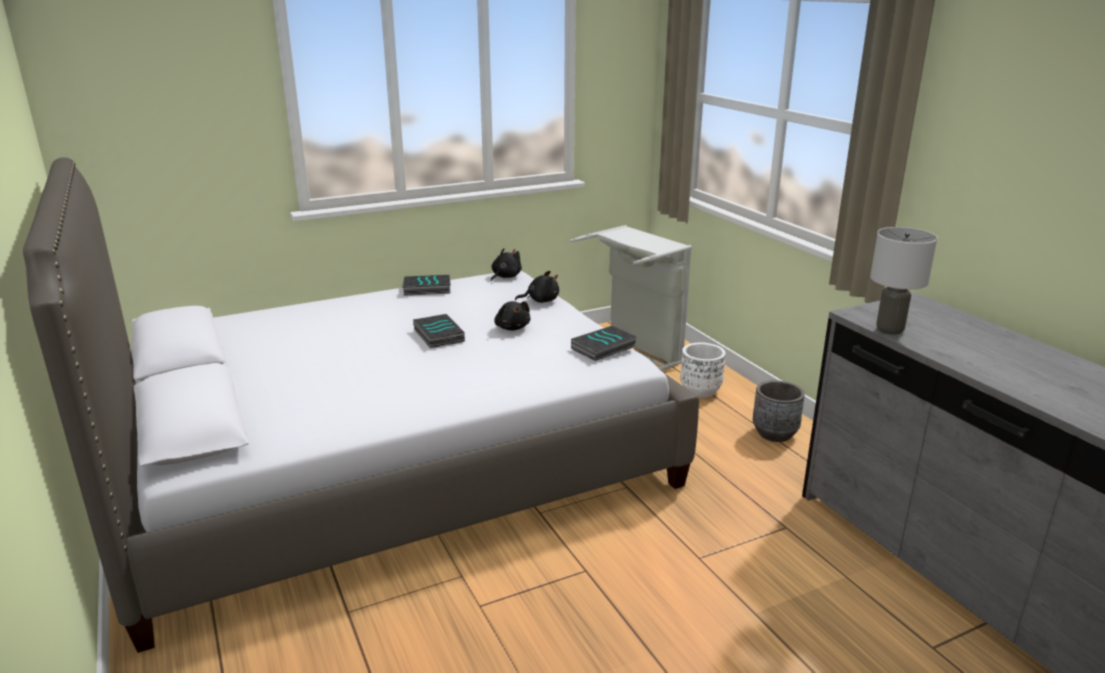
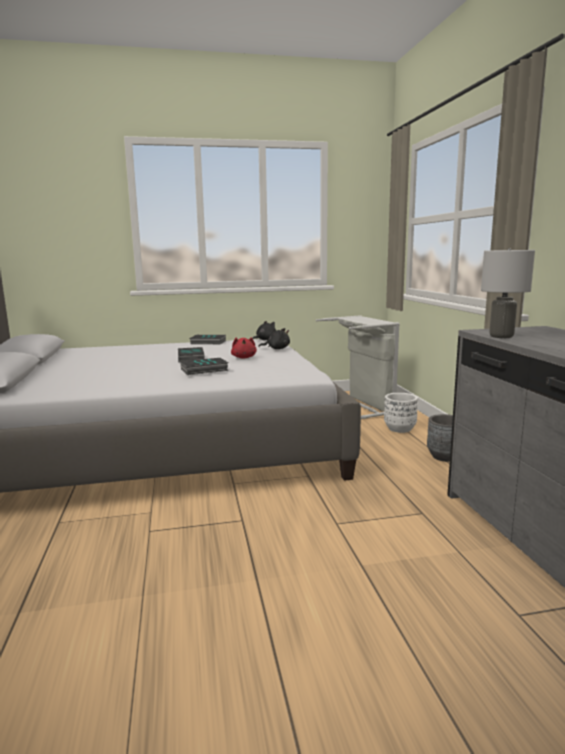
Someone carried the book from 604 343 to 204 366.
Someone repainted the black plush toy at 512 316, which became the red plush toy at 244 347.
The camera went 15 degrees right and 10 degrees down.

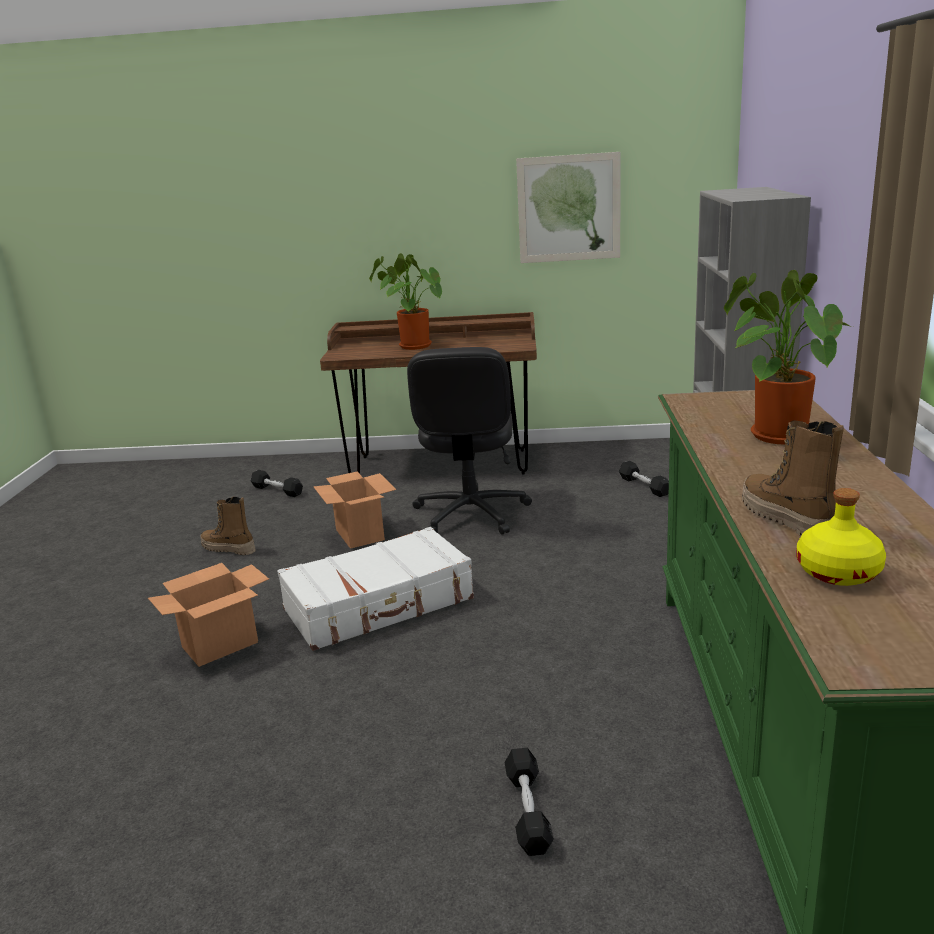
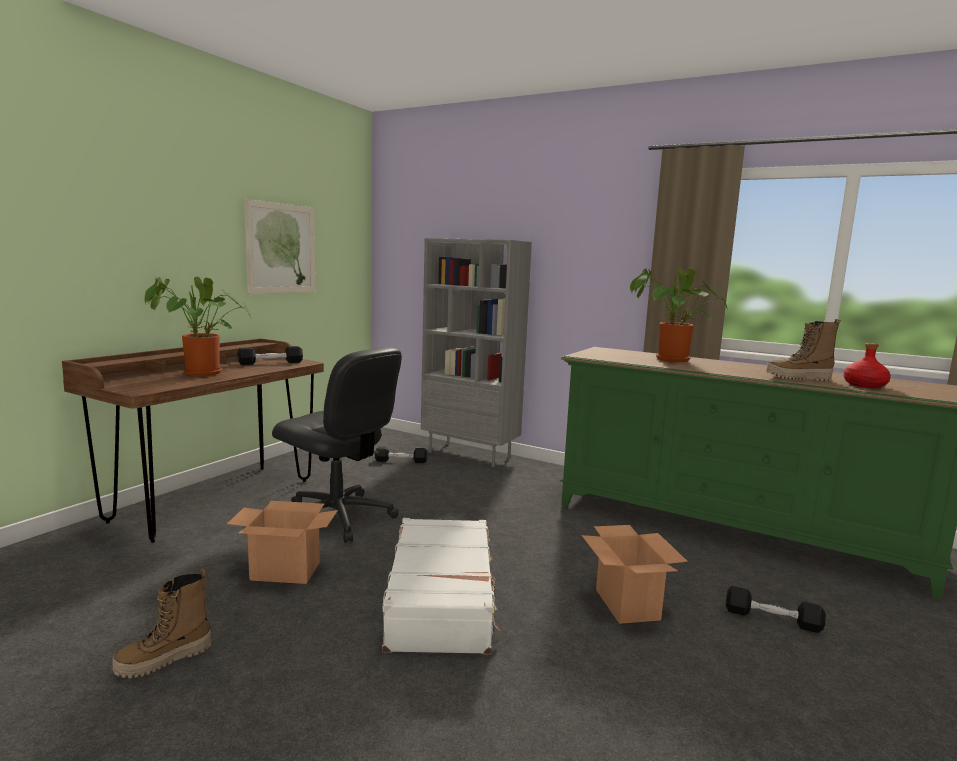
Someone carried the cardboard box from 208 615 to 635 574.
Someone carried the black dumbbell from 277 483 to 270 355.
Someone repainted the yellow bottle at 841 537, which became the red bottle at 867 365.
The camera went 65 degrees left and 10 degrees down.

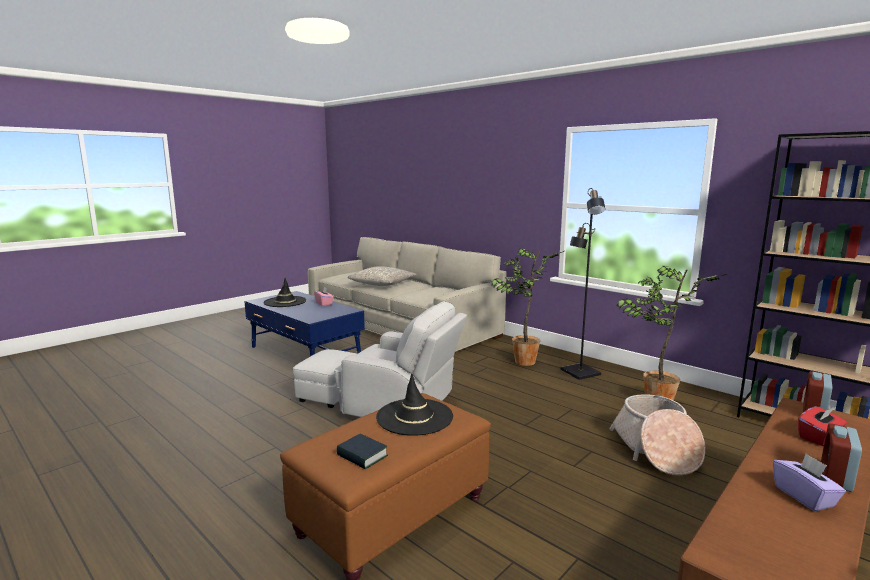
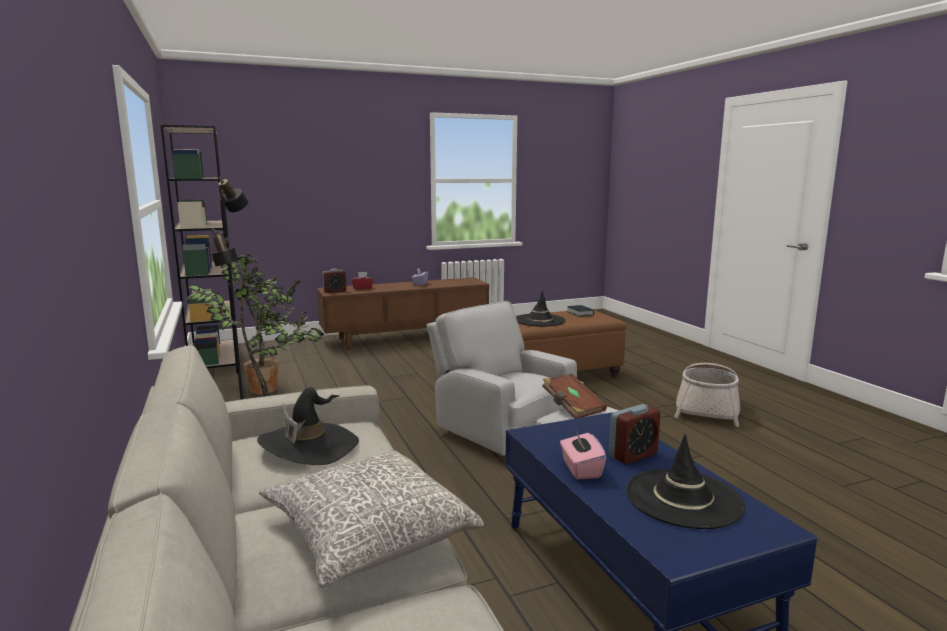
Someone put down the black hat at 308 426.
Someone put down the brown book at 574 396.
Someone carried the basket from 657 434 to 707 395.
Someone carried the alarm clock from 841 457 to 635 434.
The camera went 155 degrees left and 0 degrees up.

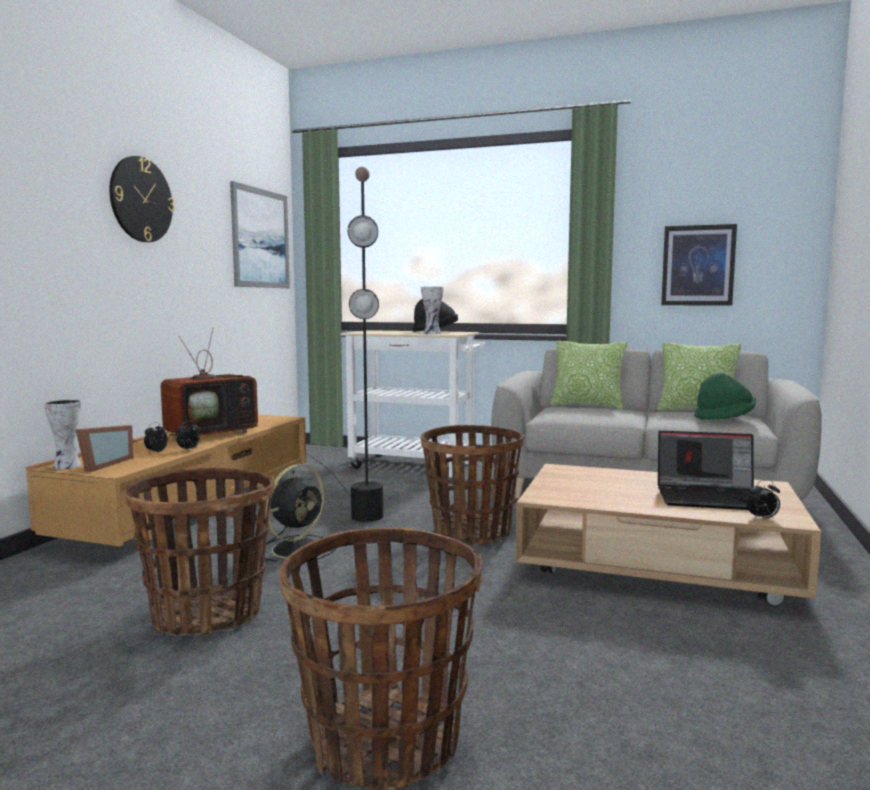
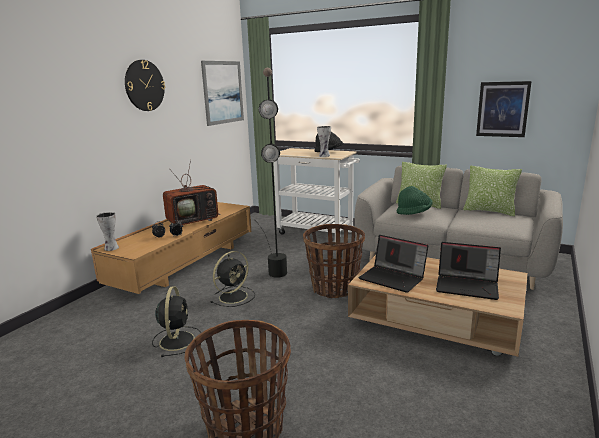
Someone took away the picture frame at 104 448.
Someone took away the alarm clock at 763 500.
Someone put down the laptop at 393 264.
Someone carried the green hat from 725 396 to 415 200.
Someone swapped the basket at 200 552 for the black fan at 176 321.
The camera went 10 degrees right and 10 degrees up.

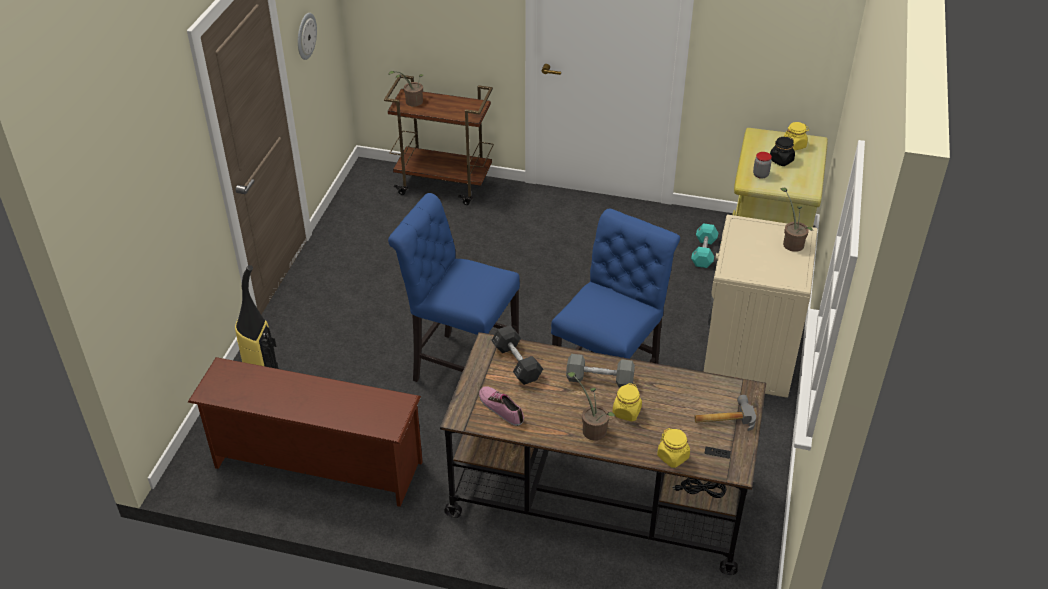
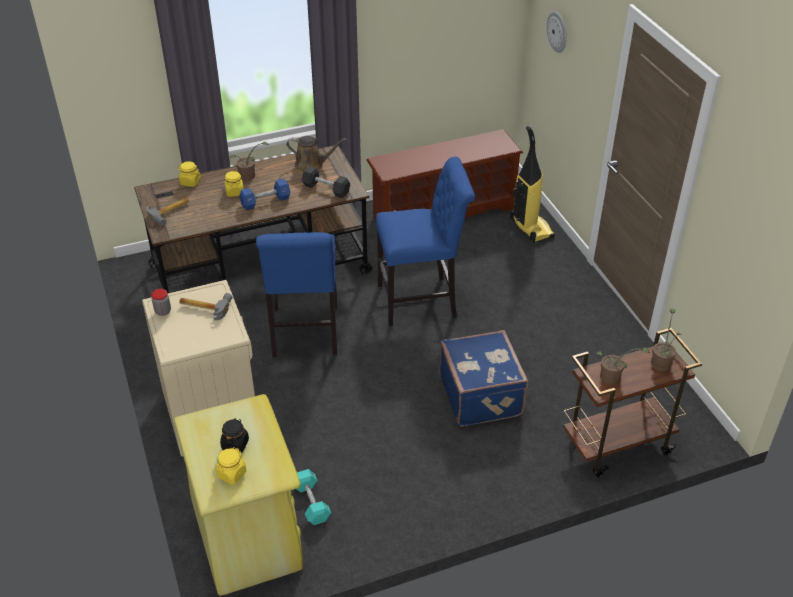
Someone put down the hammer at 206 306.
Someone put down the blue suitcase at 483 378.
Someone carried the wall clock from 307 36 to 557 32.
Someone carried the jar from 762 165 to 161 302.
Someone carried the potted plant from 796 220 to 623 366.
Someone swapped the shoe at 501 406 for the brown watering can at 316 154.
Someone repainted the grey dumbbell at 600 370, which became the blue dumbbell at 264 194.
The camera went 145 degrees right and 0 degrees up.

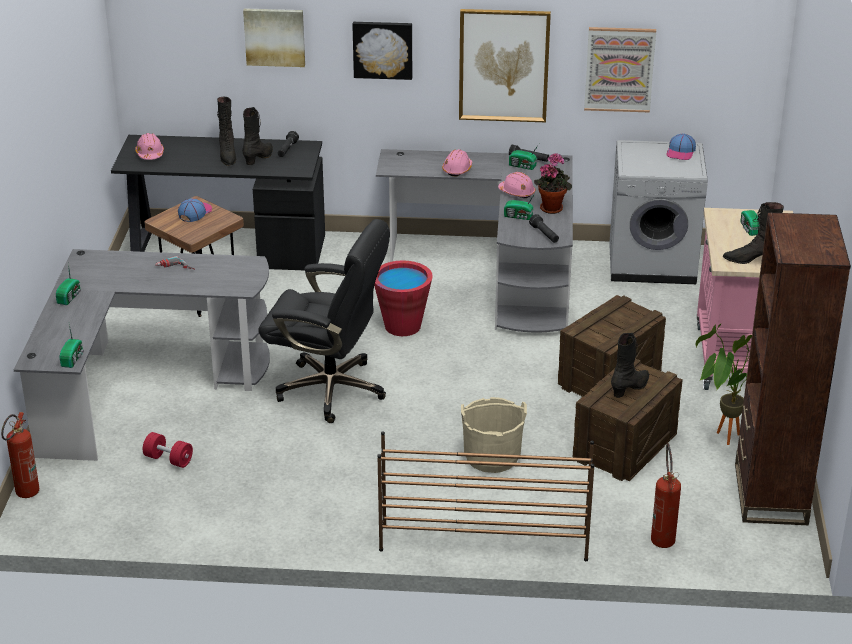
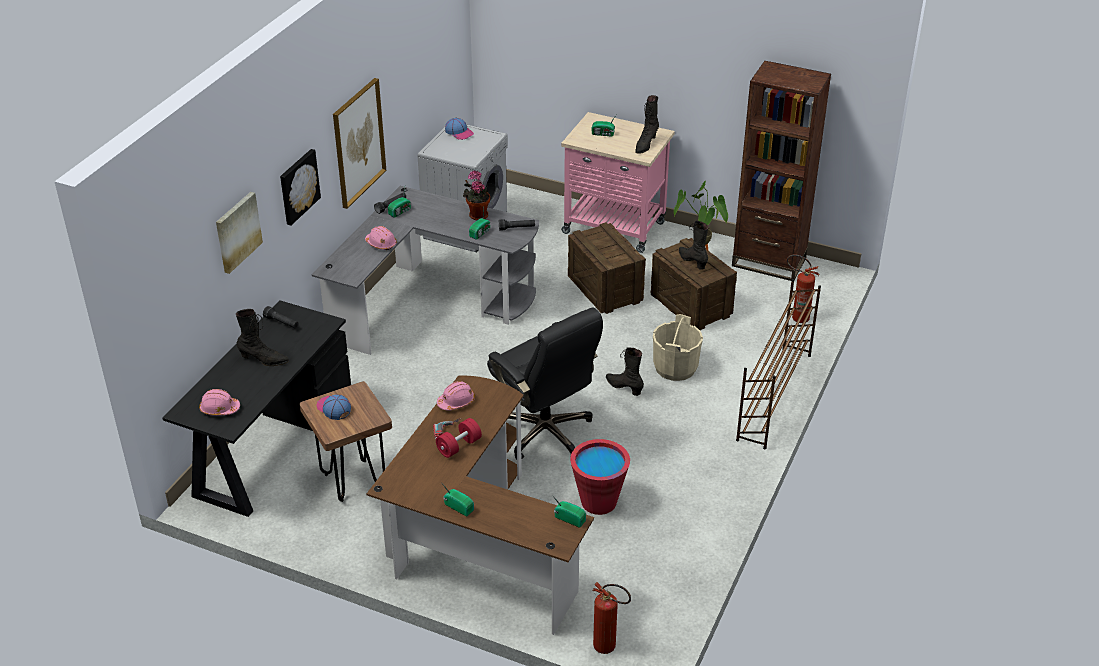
Someone took away the picture at 620 69.
Someone carried the red dumbbell from 168 450 to 459 438.
Someone carried the black boot from 257 136 to 625 371.
Someone carried the red bucket from 403 298 to 600 477.
Someone carried the pink hard hat from 516 185 to 456 396.
Someone repainted the grey desk at 142 355, which became the brown desk at 480 505.
Someone rotated the black office chair at 324 321 by 105 degrees clockwise.
The camera went 70 degrees left and 5 degrees up.

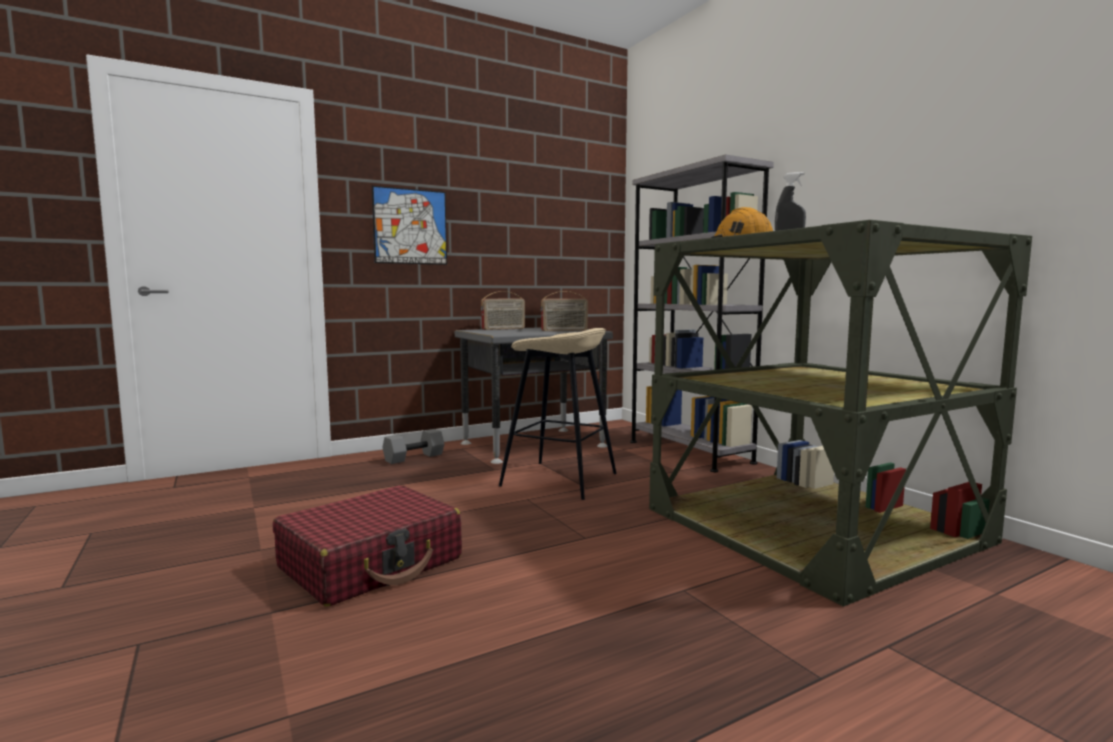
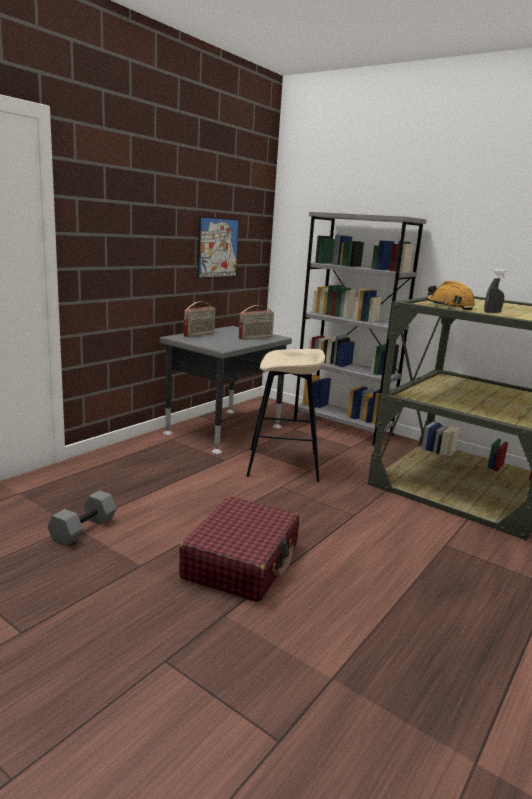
Someone carried the picture from 409 225 to 218 247.
Someone carried the grey dumbbell from 413 446 to 82 518.
The camera went 25 degrees left and 10 degrees up.

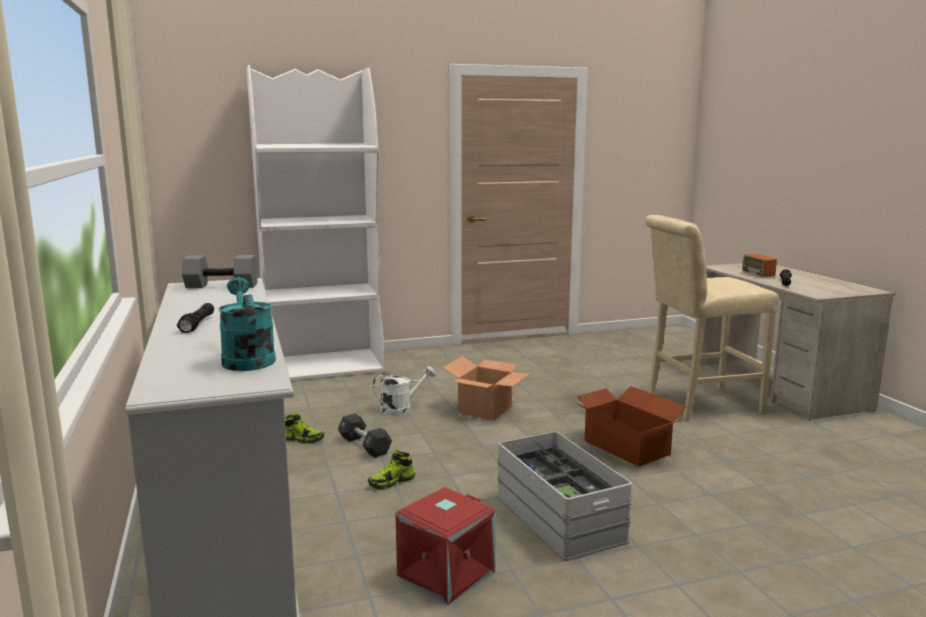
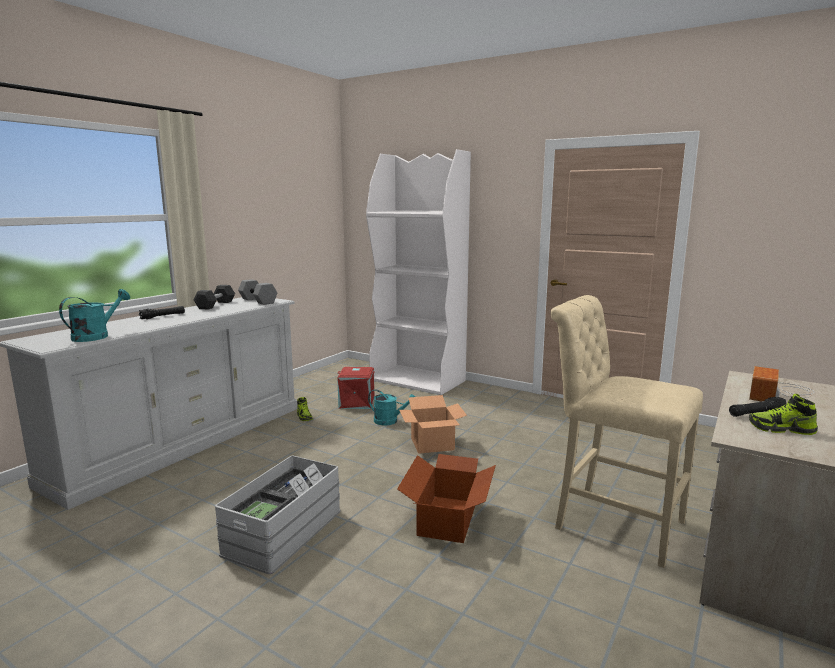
Someone carried the black dumbbell from 365 435 to 214 297.
Someone carried the shoe from 391 470 to 783 414.
Someone carried the red storage box from 445 546 to 356 388.
Someone repainted the white watering can at 404 390, which became the turquoise watering can at 391 407.
The camera went 50 degrees right and 0 degrees up.

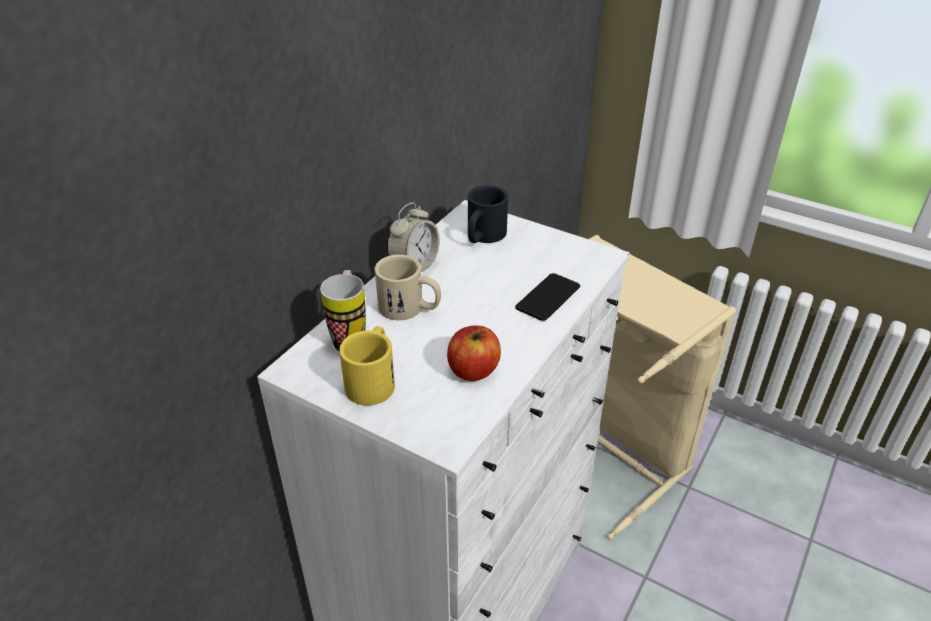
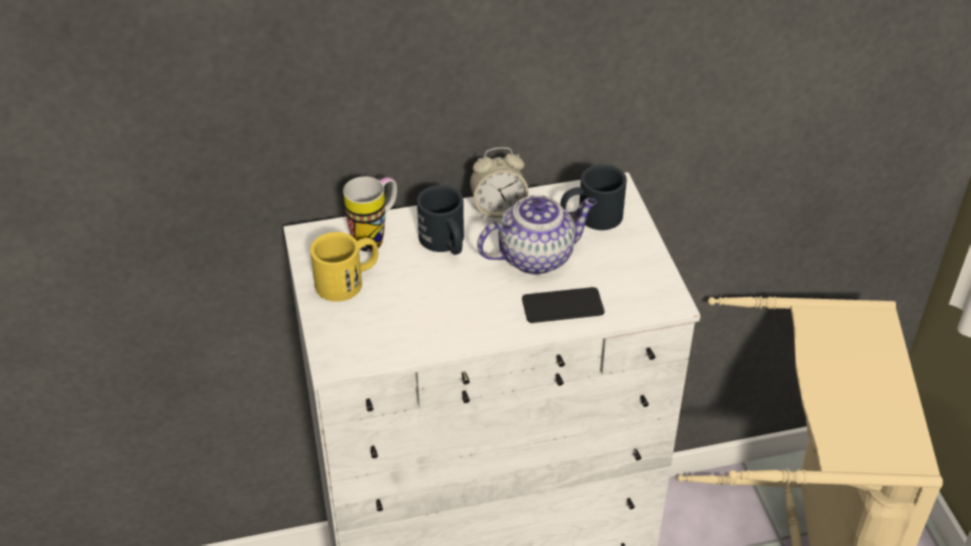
Someone took away the apple at 474 353.
Someone put down the teapot at 537 235.
Someone repainted the beige mug at 407 287, which became the black mug at 440 220.
The camera went 45 degrees right and 5 degrees up.

